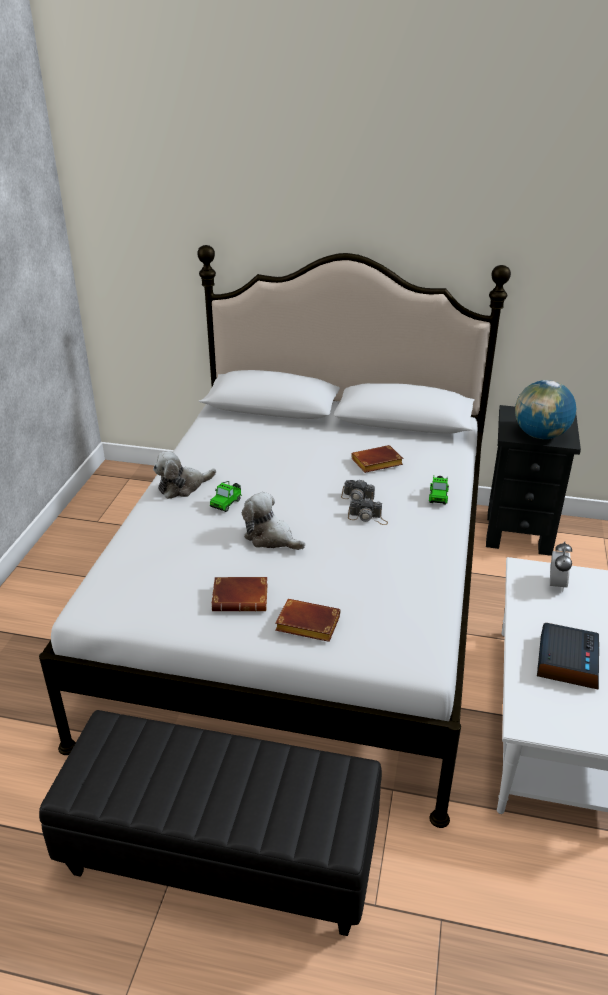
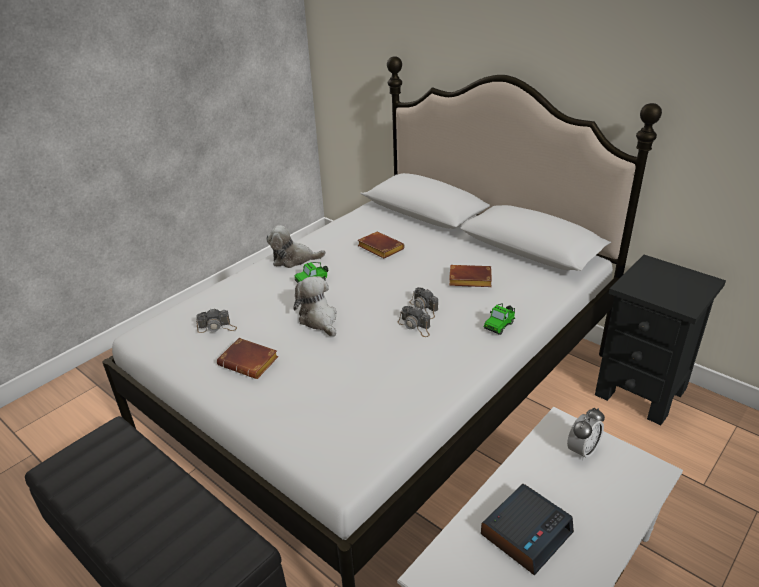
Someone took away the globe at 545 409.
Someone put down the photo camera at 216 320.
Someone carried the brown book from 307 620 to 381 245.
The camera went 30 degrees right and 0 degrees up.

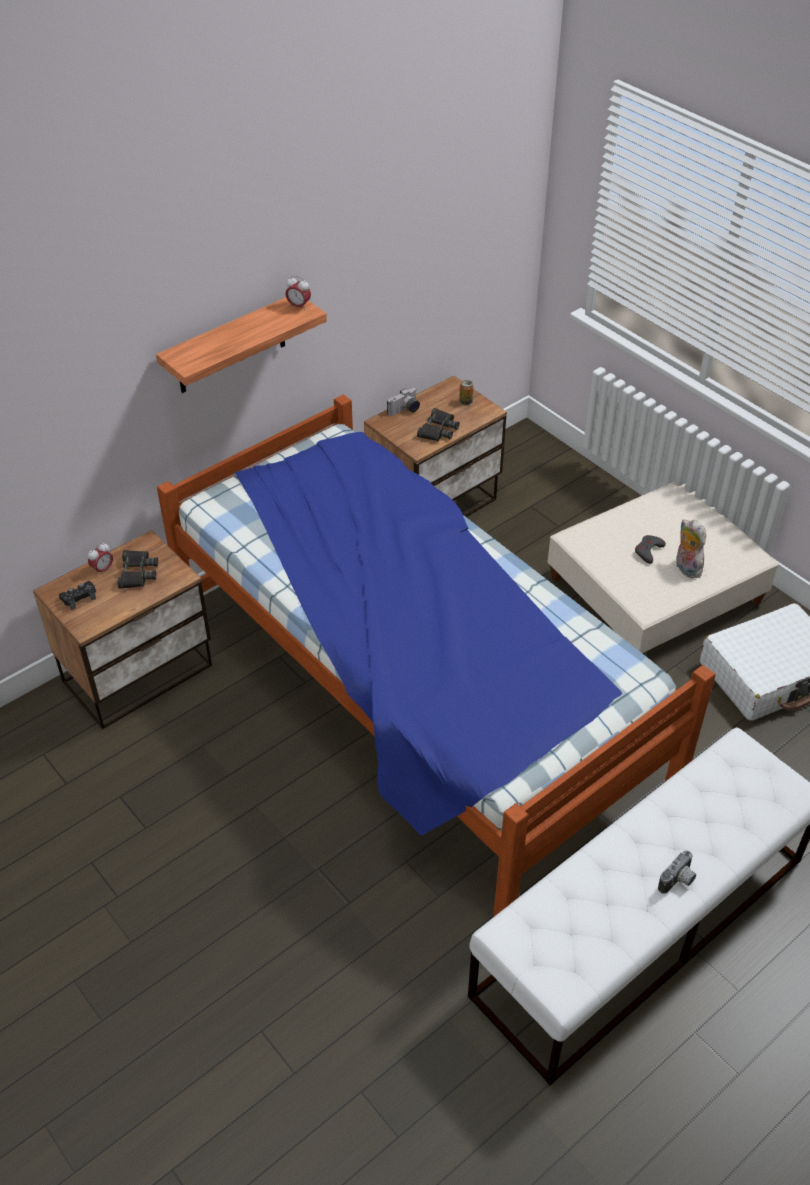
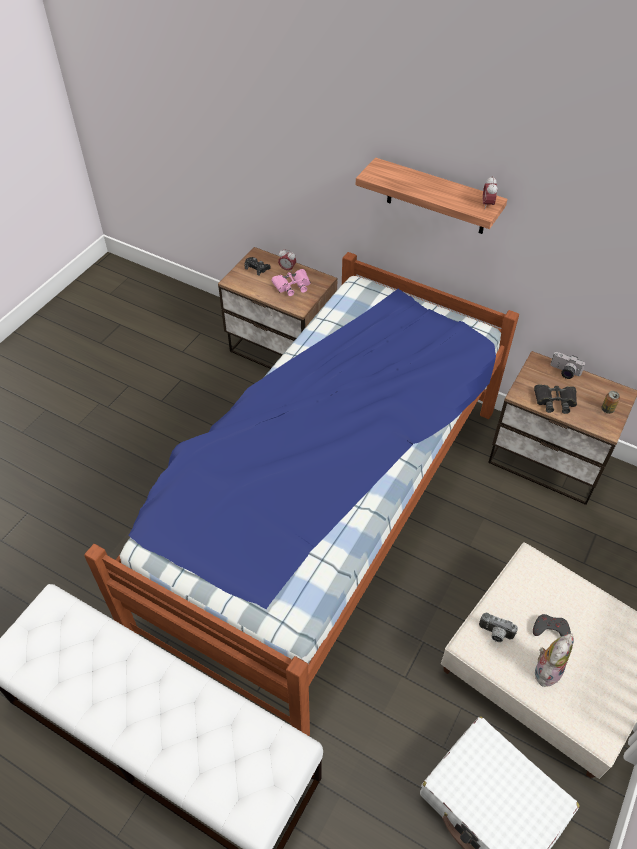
Someone carried the photo camera from 677 872 to 498 627.
Someone repainted the black binoculars at 137 569, which became the pink binoculars at 291 282.
The camera went 70 degrees right and 5 degrees up.

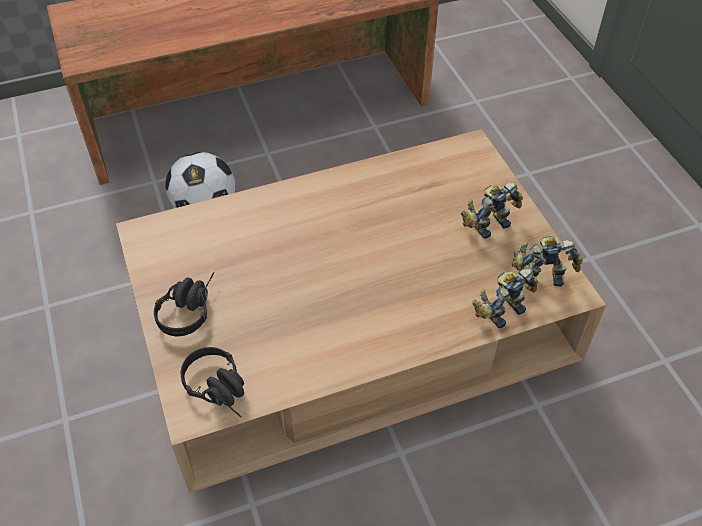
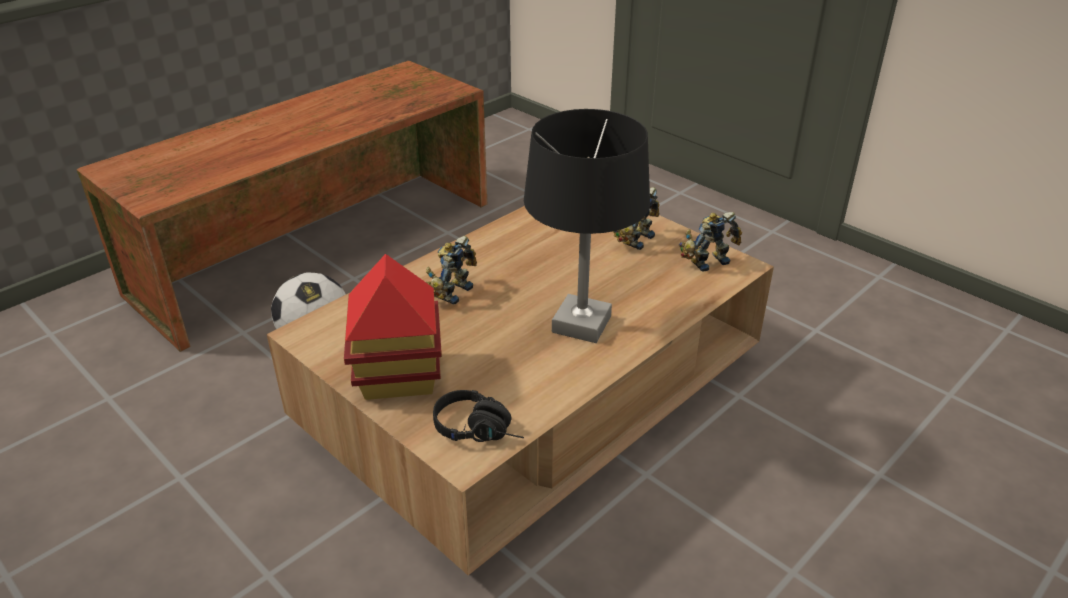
Someone put down the black table lamp at 587 226.
Someone carried the toy robot from 505 298 to 451 270.
Someone swapped the black headphones at 184 304 for the toy house at 393 327.
The camera went 25 degrees left and 15 degrees down.

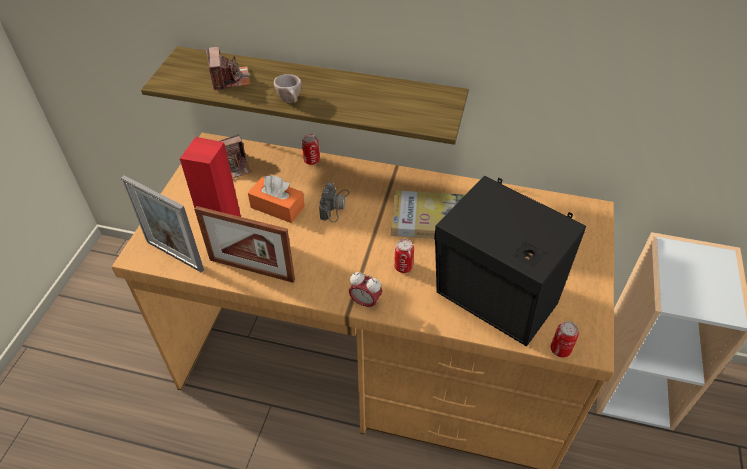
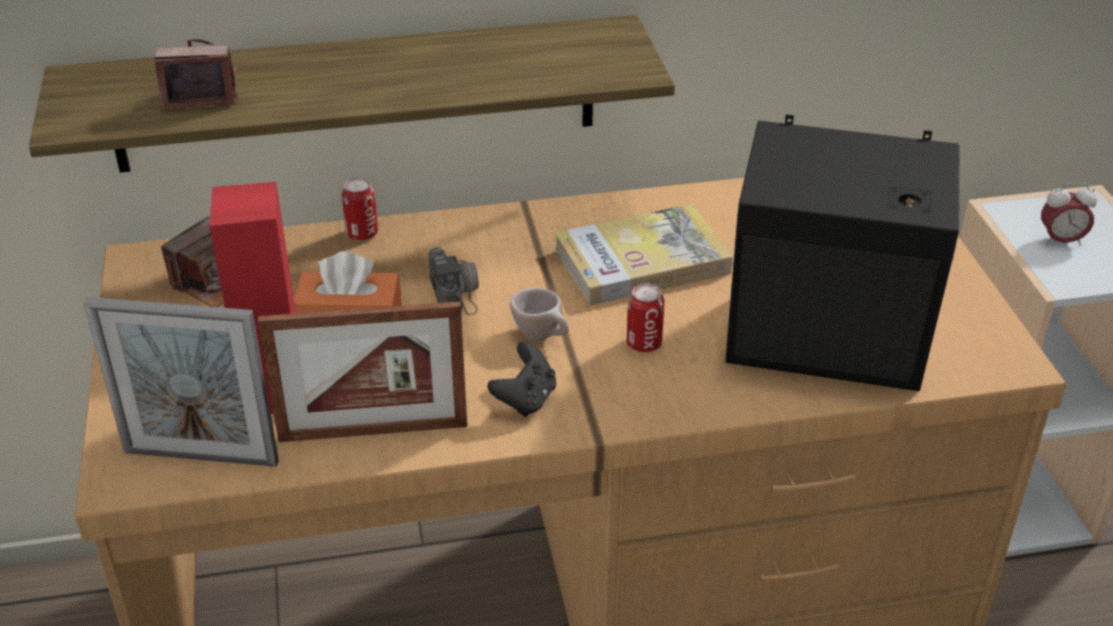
Someone took away the can at 564 339.
Someone put down the black game controller at 521 379.
Someone carried the beige cup from 288 88 to 539 314.
Someone carried the alarm clock from 365 291 to 1069 214.
Someone rotated the photo camera at 228 69 by 60 degrees counterclockwise.
The camera went 25 degrees left and 10 degrees down.

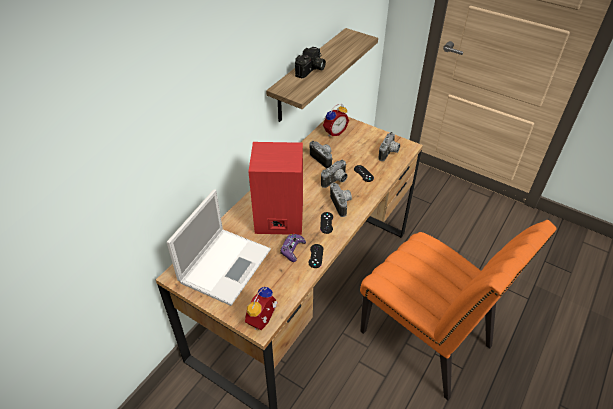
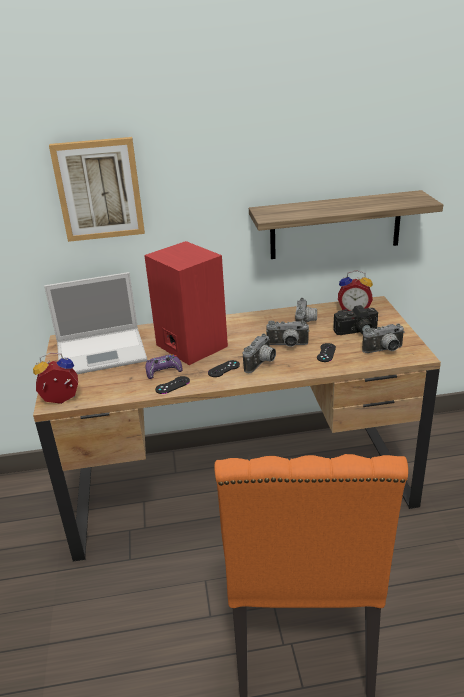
Someone put up the picture at 97 189.
Someone carried the photo camera from 310 62 to 355 320.
The camera went 50 degrees right and 15 degrees down.

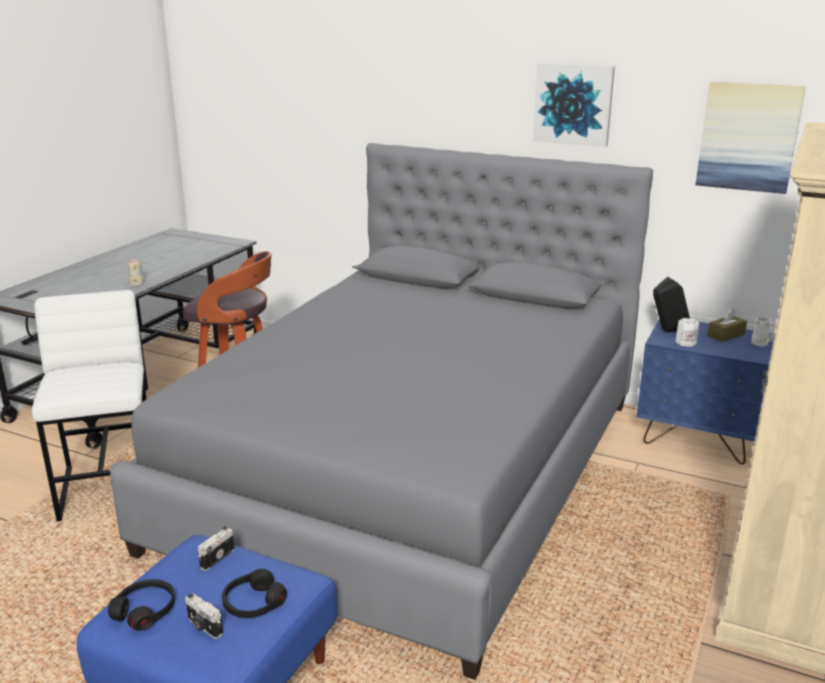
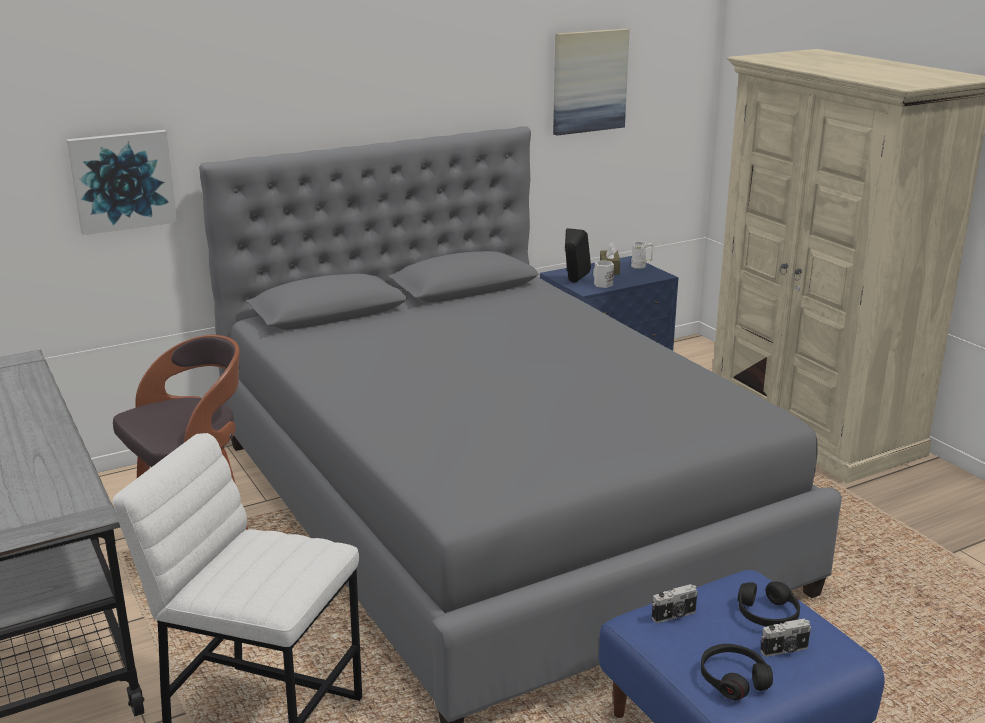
Someone took away the beige mug at 135 272.
Someone carried the picture from 574 105 to 122 182.
Someone rotated the photo camera at 216 548 by 90 degrees counterclockwise.
The camera went 55 degrees left and 0 degrees up.

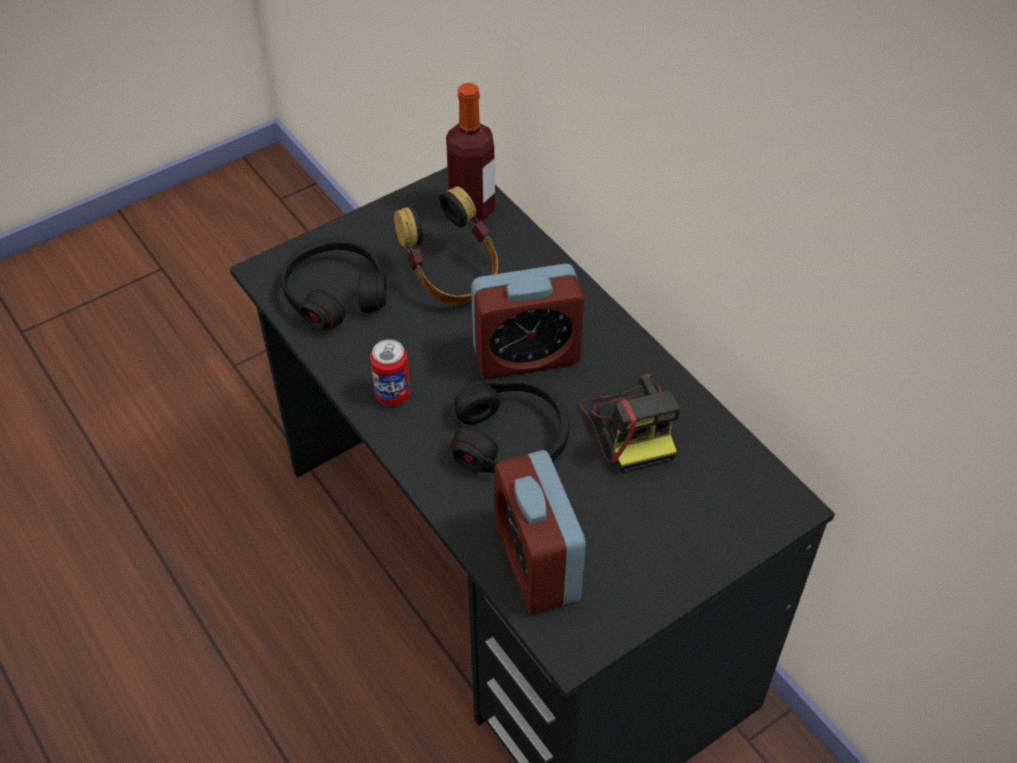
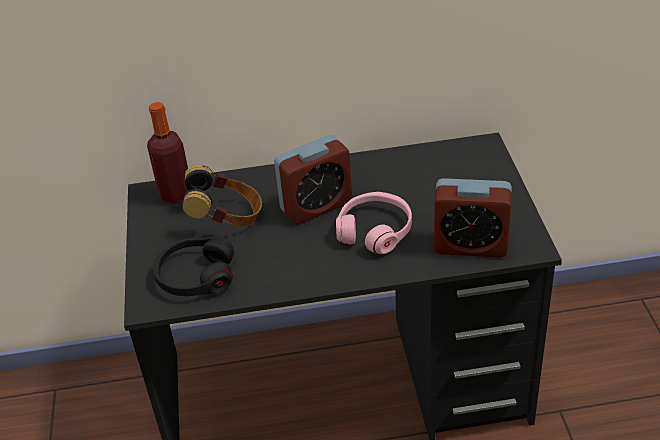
Someone took away the can at 390 372.
Someone took away the photo camera at 630 423.
Someone repainted the black headphones at 510 426, which became the pink headphones at 374 223.
Someone rotated the alarm clock at 528 321 by 45 degrees clockwise.
The camera went 60 degrees left and 10 degrees down.

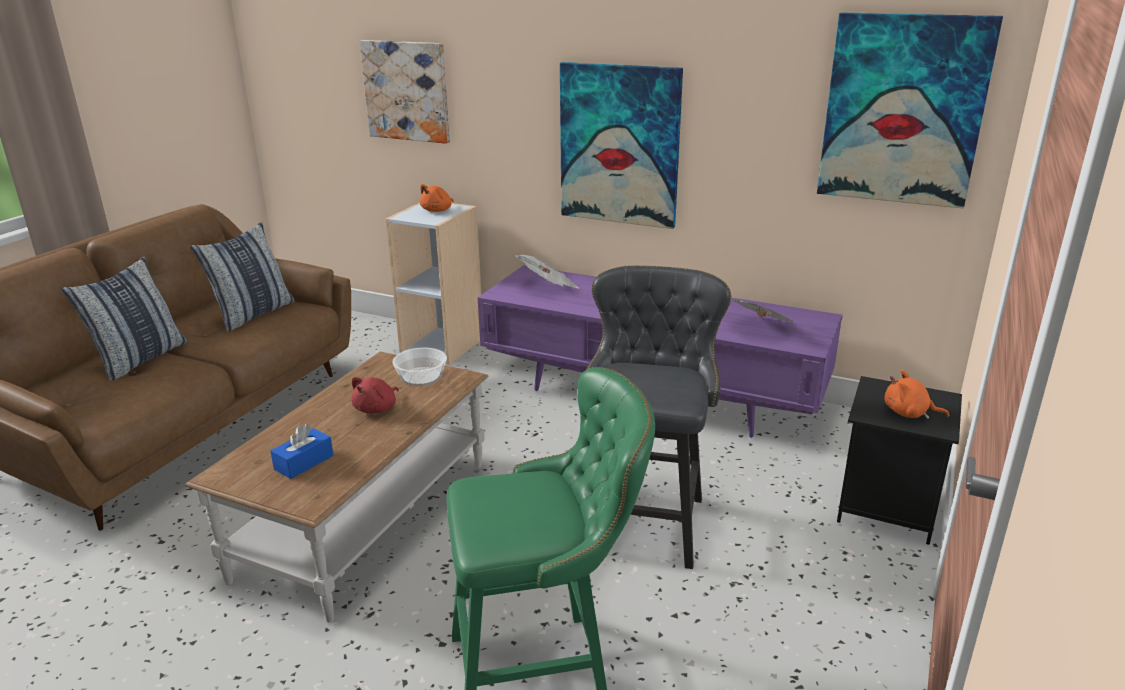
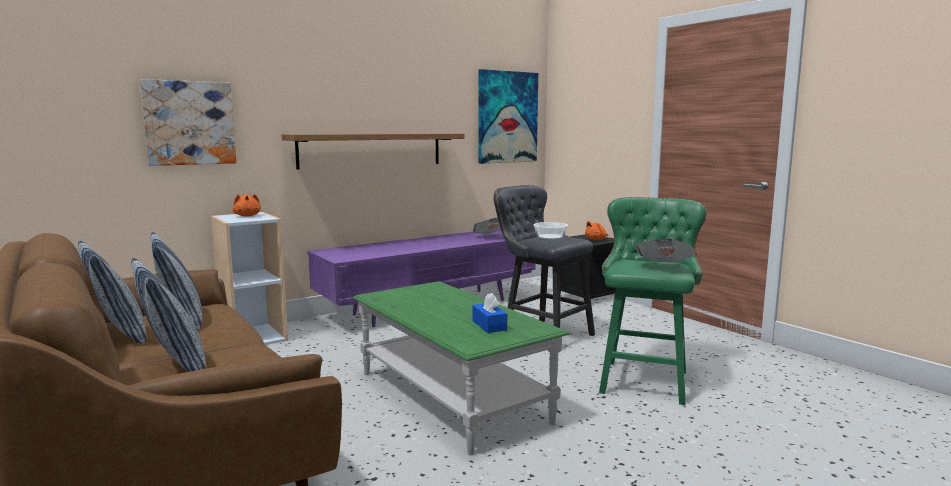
Someone took away the red plush toy at 375 395.
Someone put down the pillow at 112 292.
Someone carried the bowl from 419 367 to 550 230.
Someone carried the newspaper from 547 272 to 665 250.
Someone swapped the picture at 621 145 for the shelf at 373 151.
Someone repainted the brown coffee table at 337 487, which became the green coffee table at 461 368.
The camera went 60 degrees left and 15 degrees down.

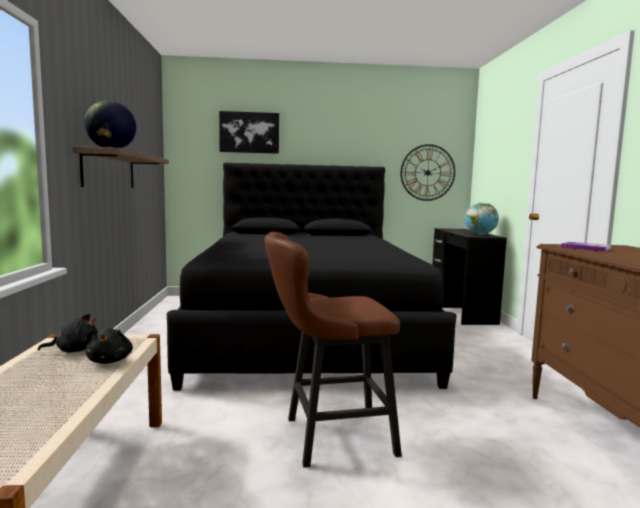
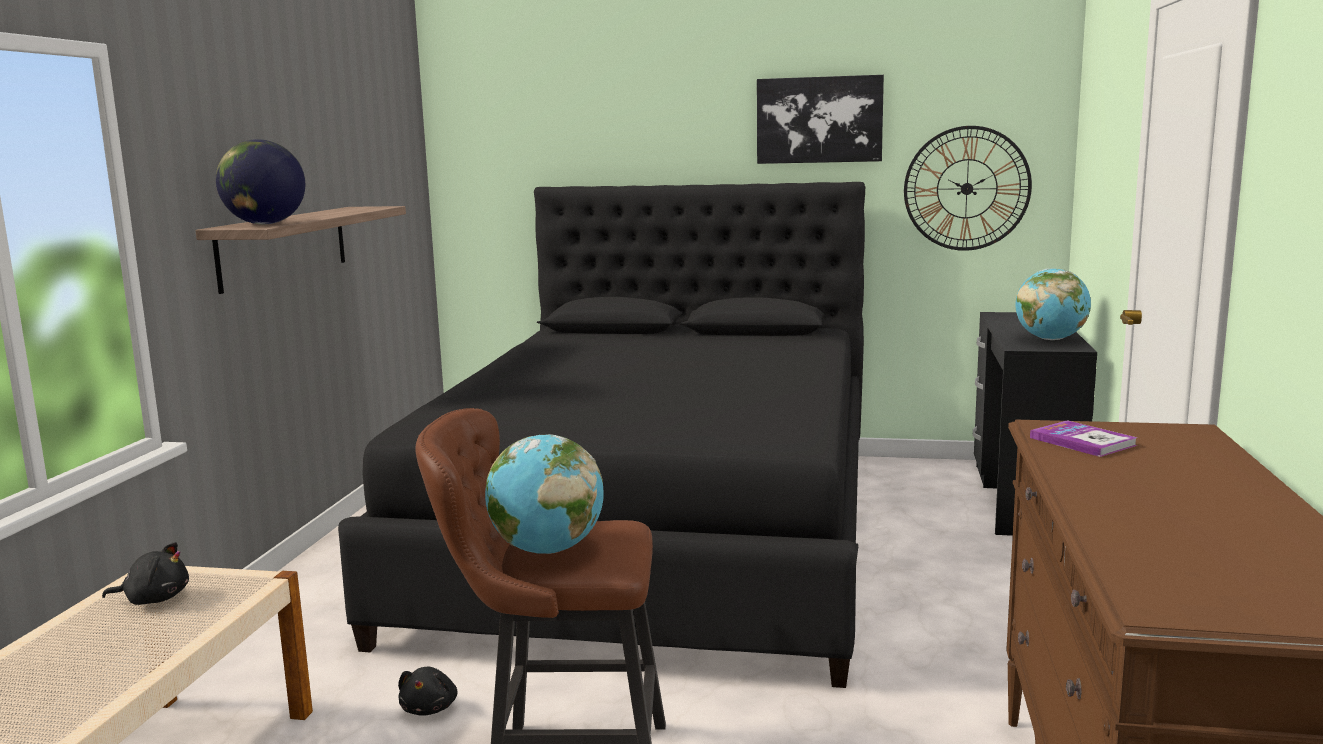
Someone put down the globe at 544 494.
Someone carried the black plush toy from 109 346 to 428 691.
Someone carried the picture from 249 132 to 820 119.
The camera went 15 degrees right and 5 degrees up.

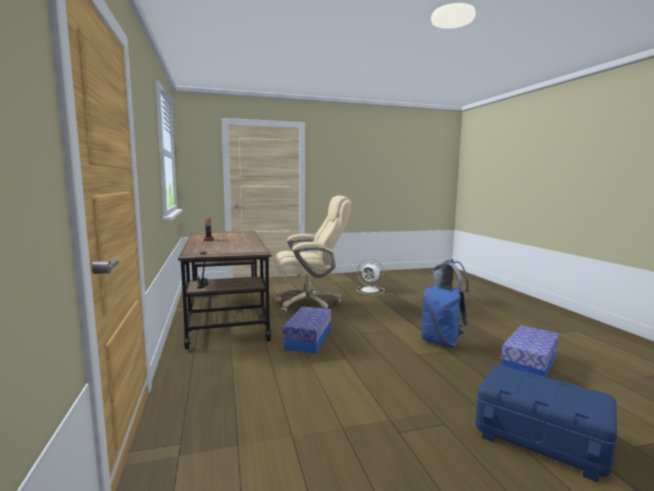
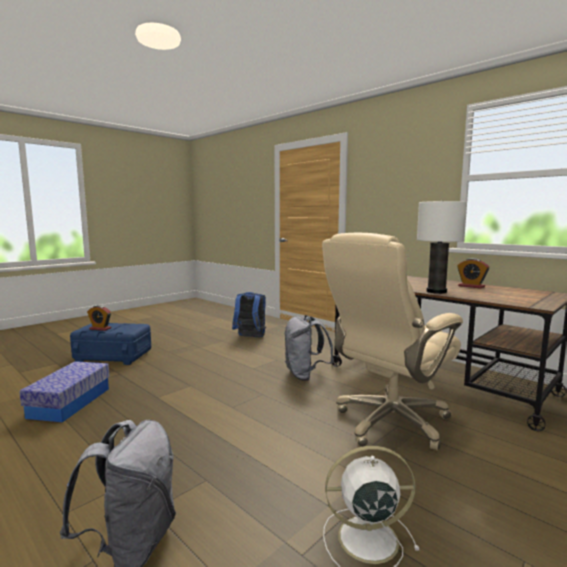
Someone put down the alarm clock at 99 318.
Someone put down the white table lamp at 442 247.
Someone carried the blue backpack from 444 316 to 249 314.
Someone swapped the storage box at 307 329 for the grey backpack at 309 348.
The camera went 150 degrees right and 0 degrees up.

